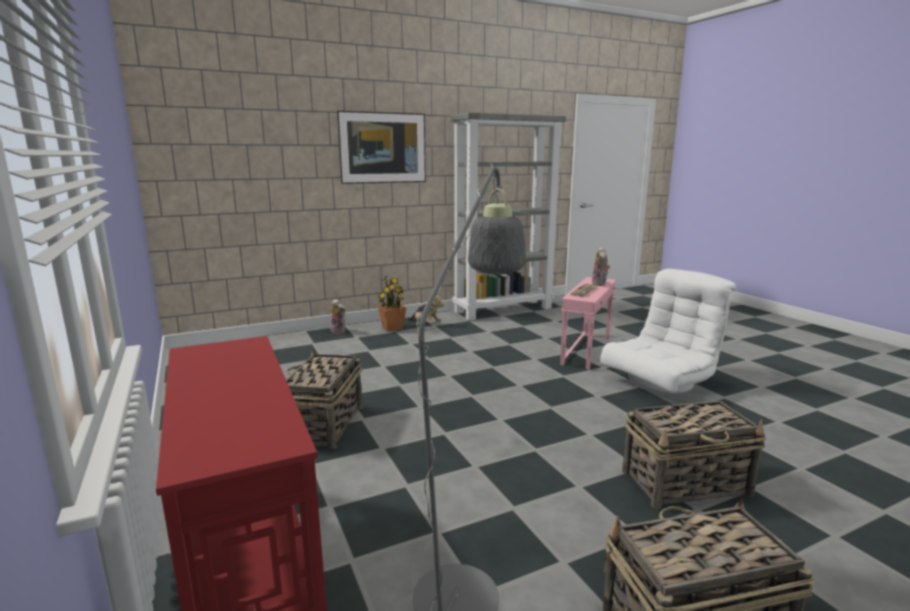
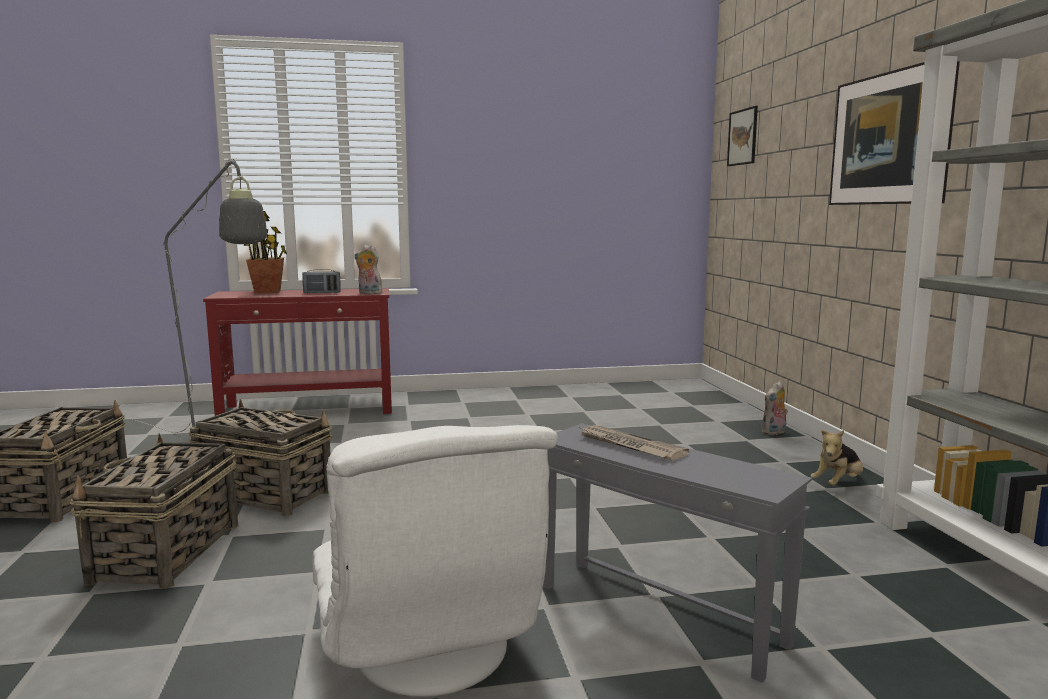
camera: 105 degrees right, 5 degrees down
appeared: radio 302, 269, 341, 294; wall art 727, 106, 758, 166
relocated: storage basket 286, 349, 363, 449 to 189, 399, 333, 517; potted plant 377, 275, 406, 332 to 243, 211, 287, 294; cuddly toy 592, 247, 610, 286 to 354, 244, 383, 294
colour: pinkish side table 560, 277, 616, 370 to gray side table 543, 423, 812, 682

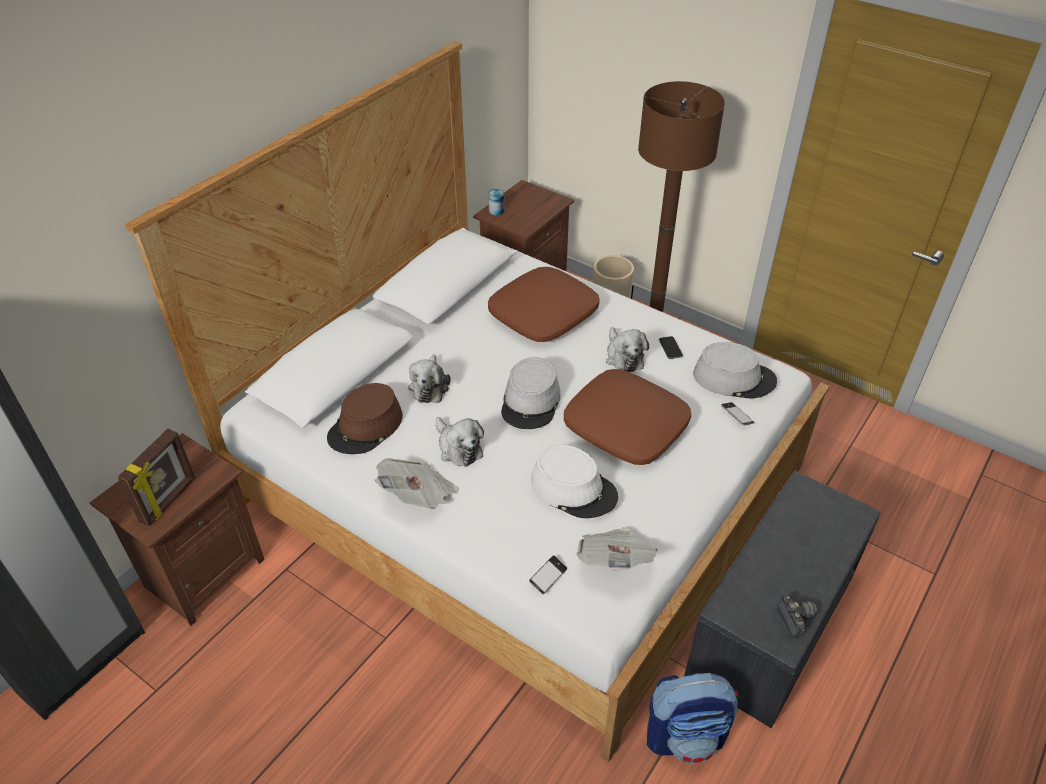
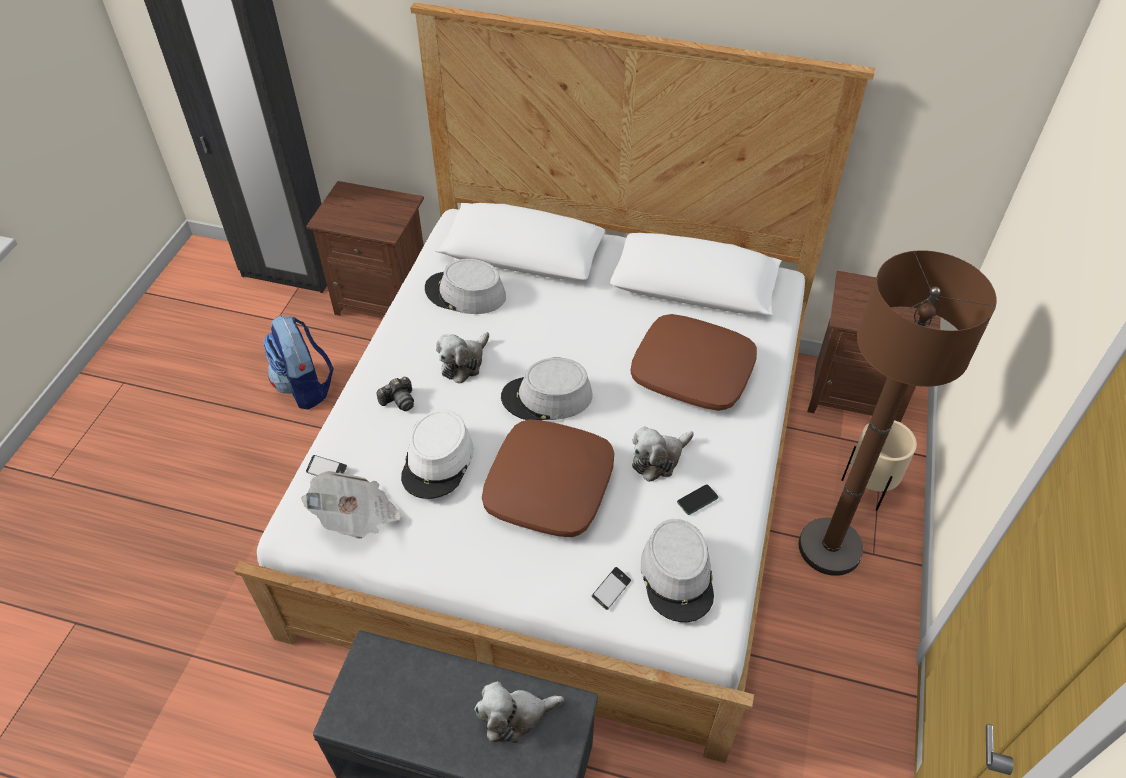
camera: 70 degrees right, 5 degrees up
missing: picture frame 118, 429, 195, 526; printed paper 375, 458, 459, 509; can 488, 189, 504, 215
relocated: cuddly toy 408, 354, 451, 403 to 474, 681, 564, 743; rucksack 647, 673, 738, 763 to 263, 315, 334, 410; still camera 778, 595, 818, 638 to 376, 377, 414, 411
colour: brown-coloured hat 327, 383, 403, 454 to gray hat 425, 259, 506, 314

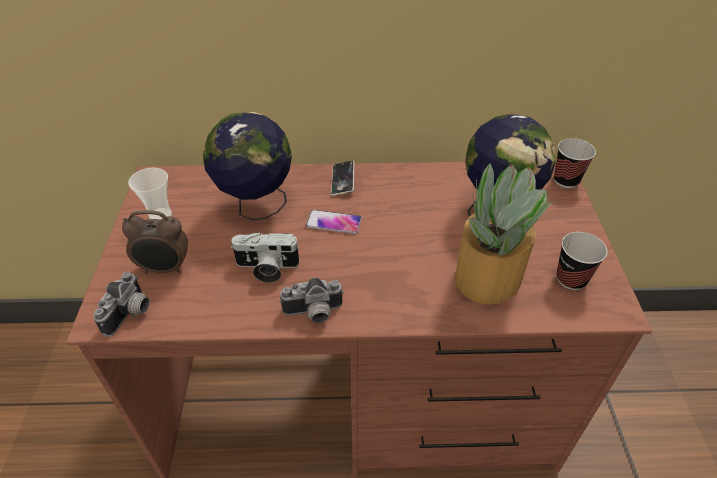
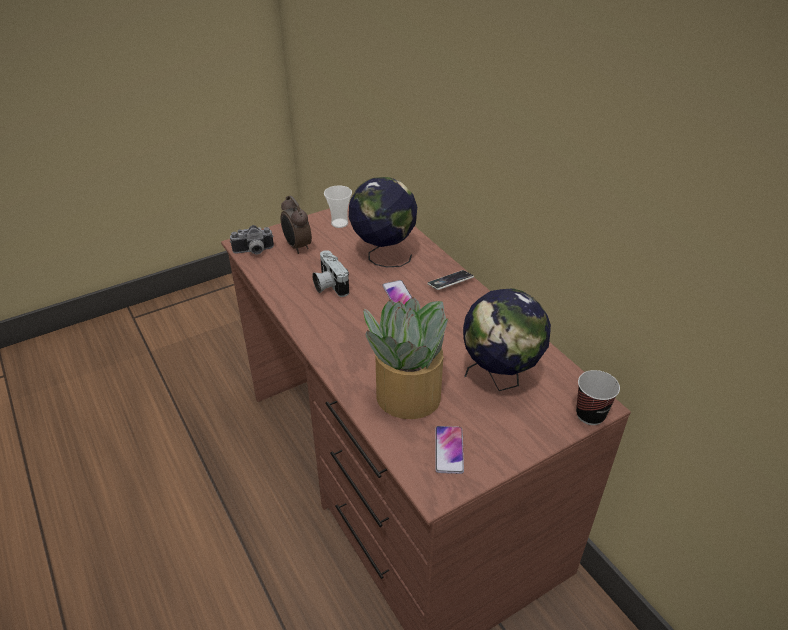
camera: 60 degrees right, 5 degrees down
missing: still camera 280, 277, 344, 323
exchanged: cup 556, 232, 607, 290 to handset 435, 426, 464, 474

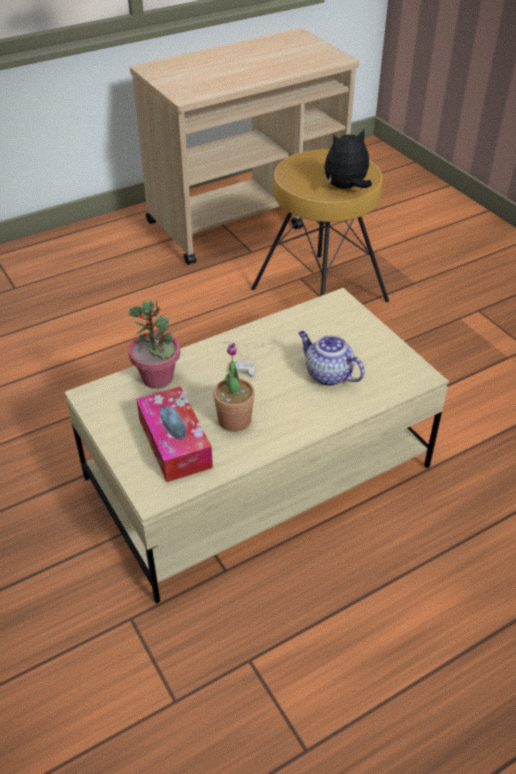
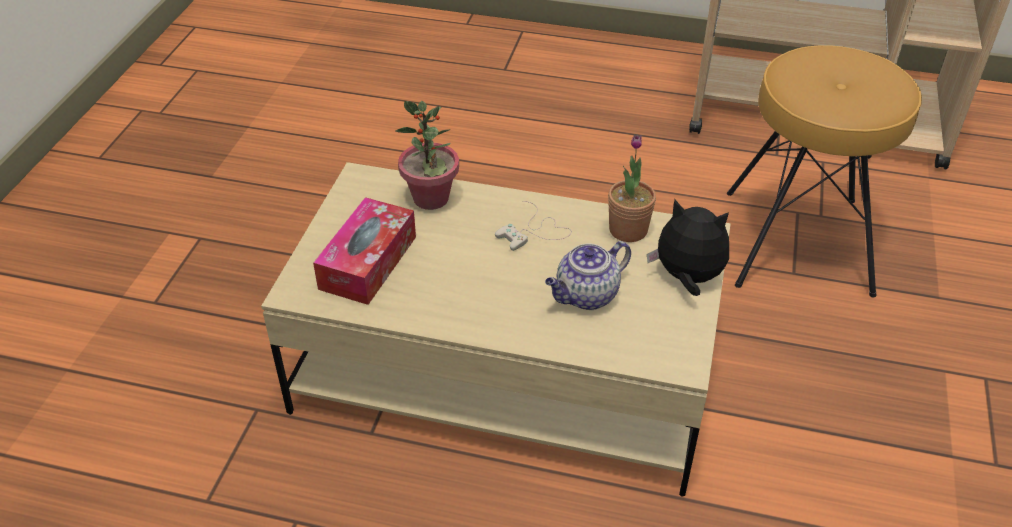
camera: 45 degrees right, 0 degrees up
relocated: potted plant 213, 343, 255, 432 to 608, 134, 656, 242; cuddly toy 324, 128, 372, 189 to 647, 199, 729, 296
spun: tea pot 298, 331, 365, 386 = 545, 241, 631, 310 120 degrees counterclockwise

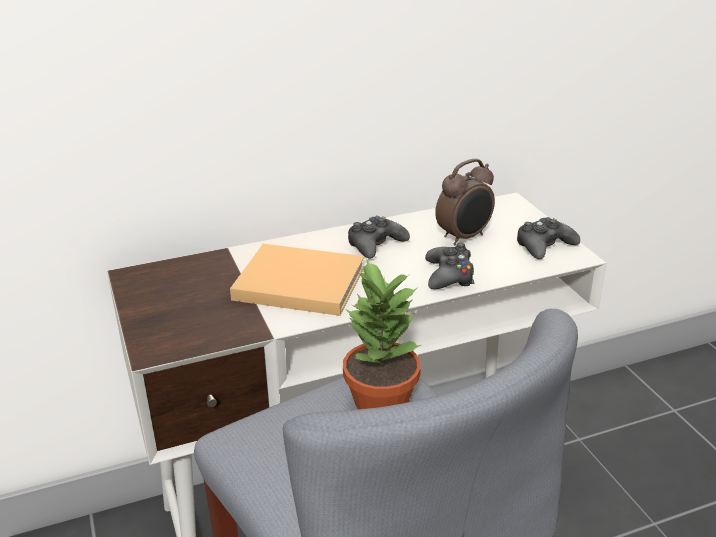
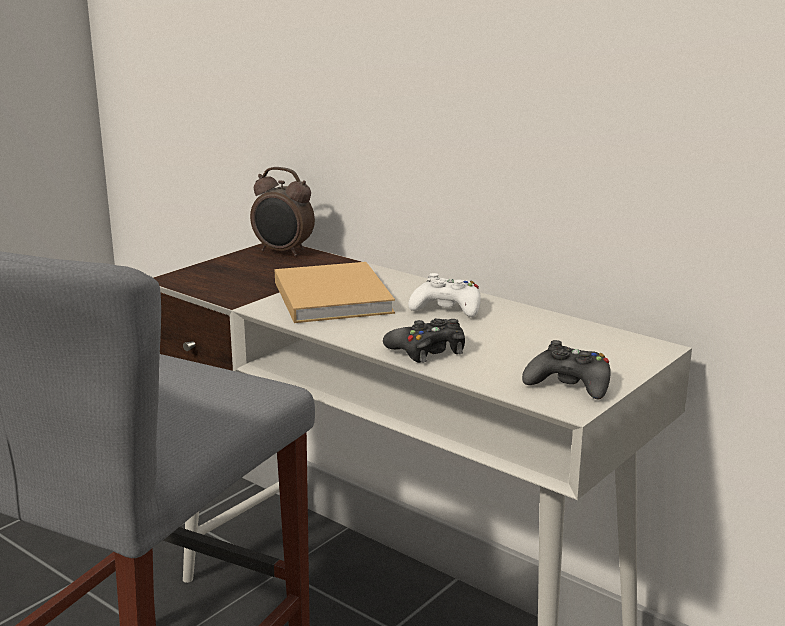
camera: 60 degrees right, 10 degrees down
missing: potted plant 343, 259, 421, 409
relocated: table clock 435, 159, 495, 246 to 250, 167, 315, 257
colour: black-coloured joypad 348, 216, 410, 259 to white-coloured joypad 408, 273, 481, 317

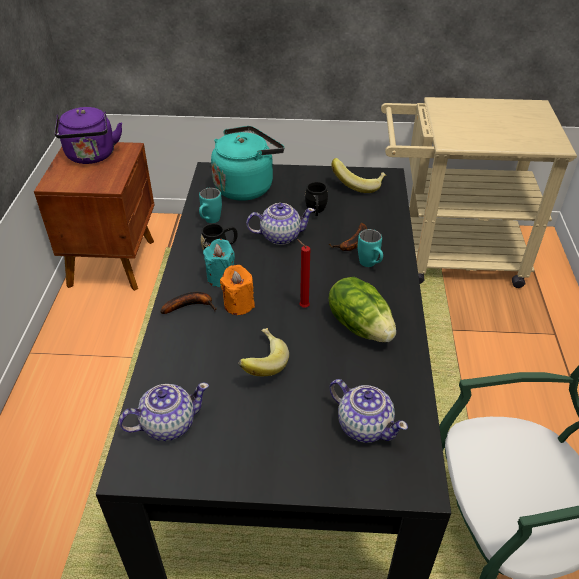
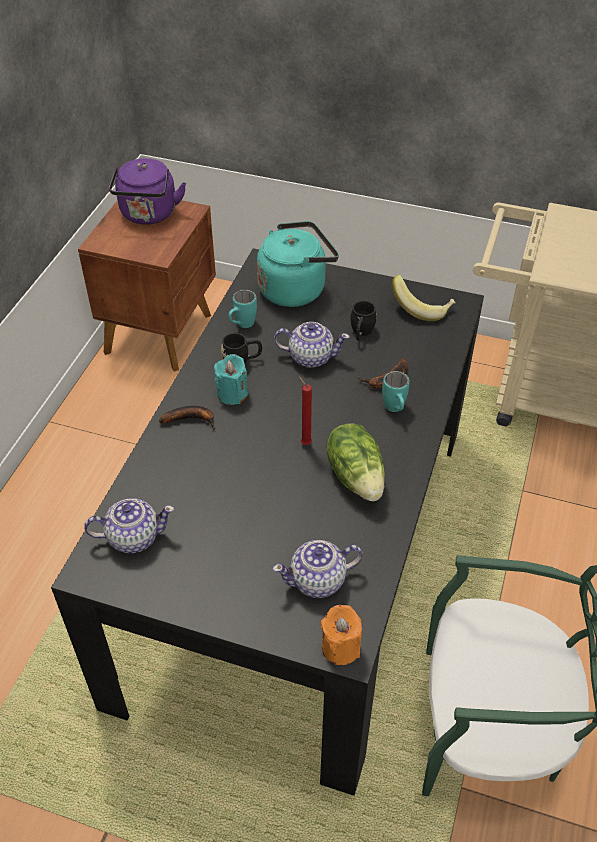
camera: 15 degrees right, 5 degrees up
missing: whole banana 239, 328, 289, 376
relocated: orange-coloured candle 220, 265, 255, 315 to 321, 605, 362, 665
spun: tea pot 329, 379, 408, 443 = 273, 540, 363, 598 105 degrees clockwise

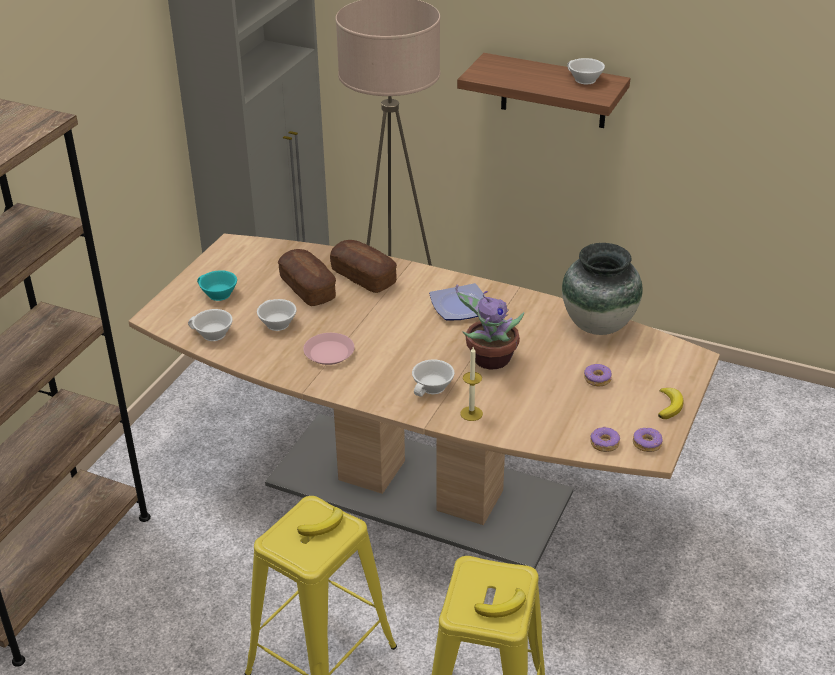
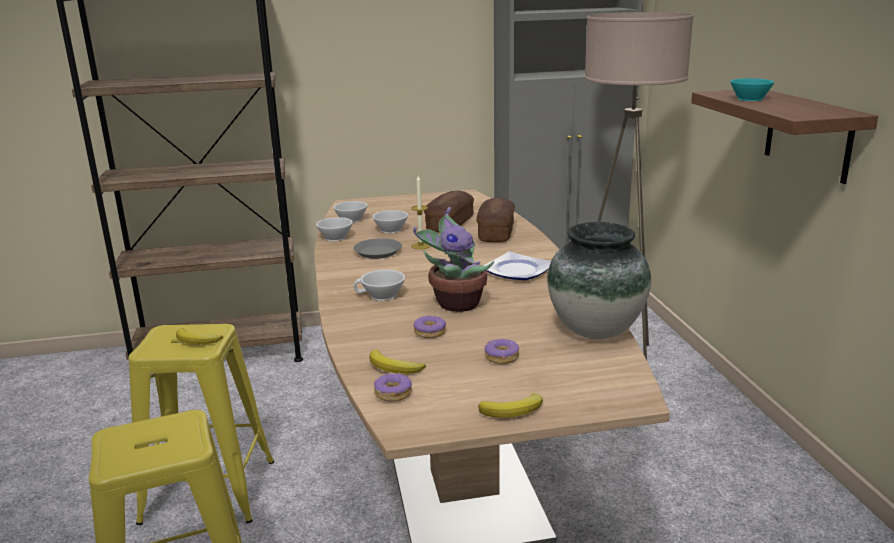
camera: 55 degrees right, 15 degrees down
relocated: blue-green cup 197, 270, 237, 301 to 730, 78, 774, 101; candle 460, 347, 483, 421 to 411, 175, 431, 249; whole banana 474, 588, 526, 618 to 369, 350, 426, 374; white-coloured cup 567, 58, 605, 84 to 316, 217, 353, 241; doughnut 633, 428, 663, 452 to 413, 316, 446, 338
colour: pinkish dinner plate 303, 333, 355, 365 to gray dinner plate 354, 238, 402, 259

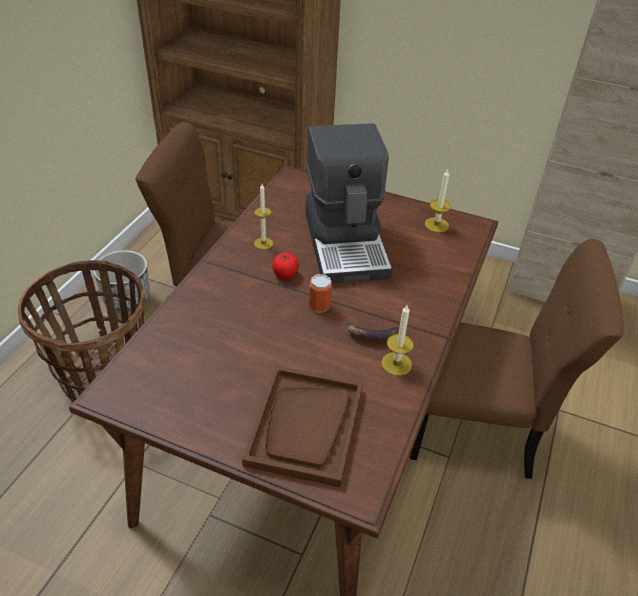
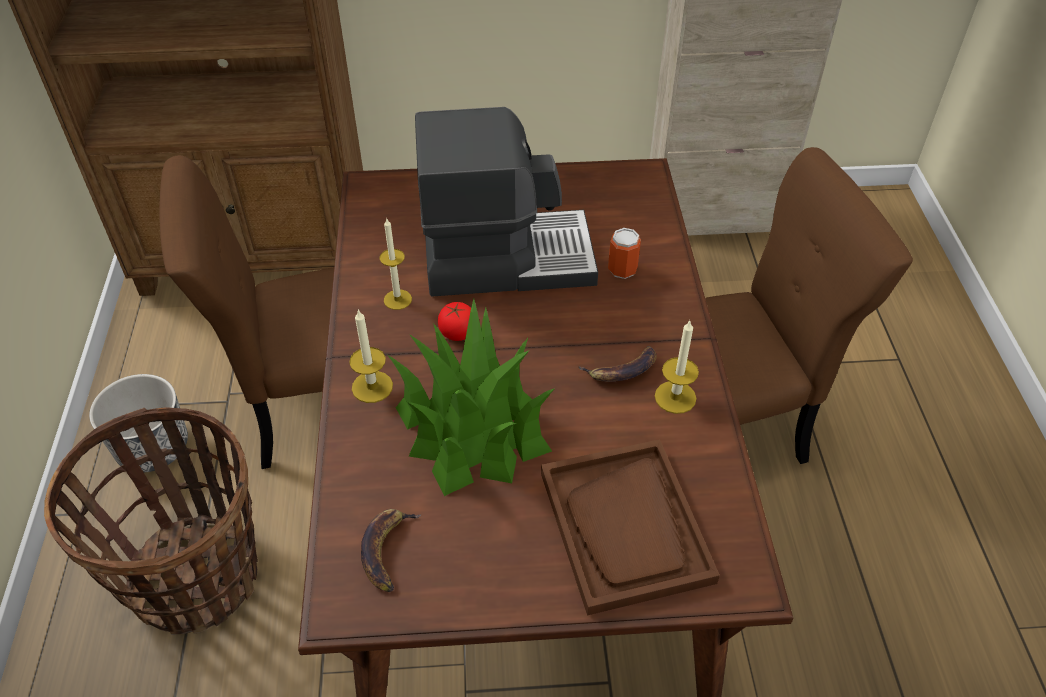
camera: 25 degrees left, 5 degrees up
appeared: whole banana 361, 509, 422, 592; potted plant 388, 299, 555, 496
relocated: can 309, 274, 332, 313 to 608, 228, 641, 279; candle 425, 170, 451, 233 to 349, 309, 393, 403
spun: coffee maker 306, 123, 392, 283 = 415, 107, 598, 296 60 degrees counterclockwise

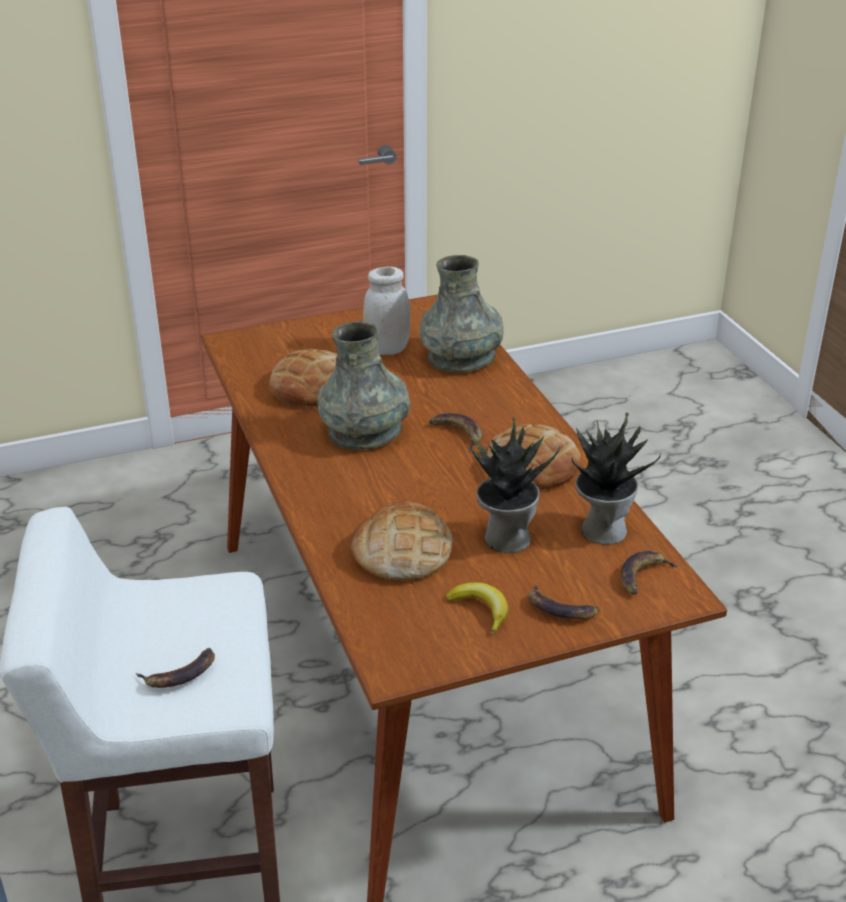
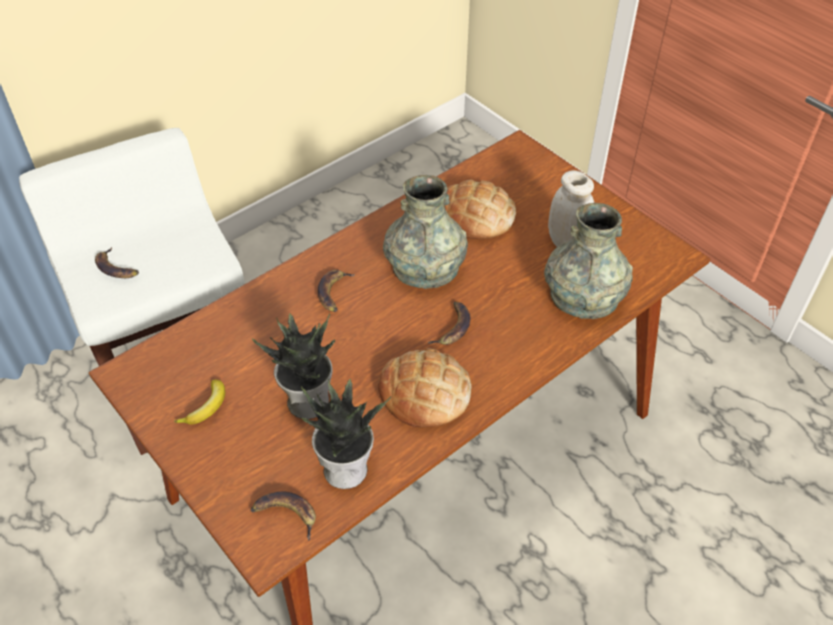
camera: 70 degrees right, 15 degrees up
missing: baked bread 350, 501, 453, 580
relocated: whole banana 528, 584, 599, 619 to 318, 270, 355, 312

